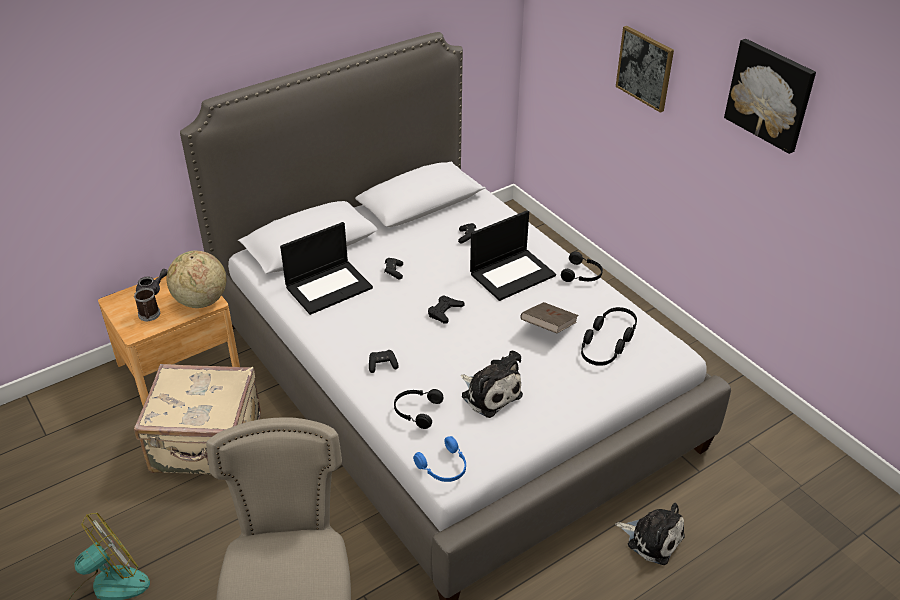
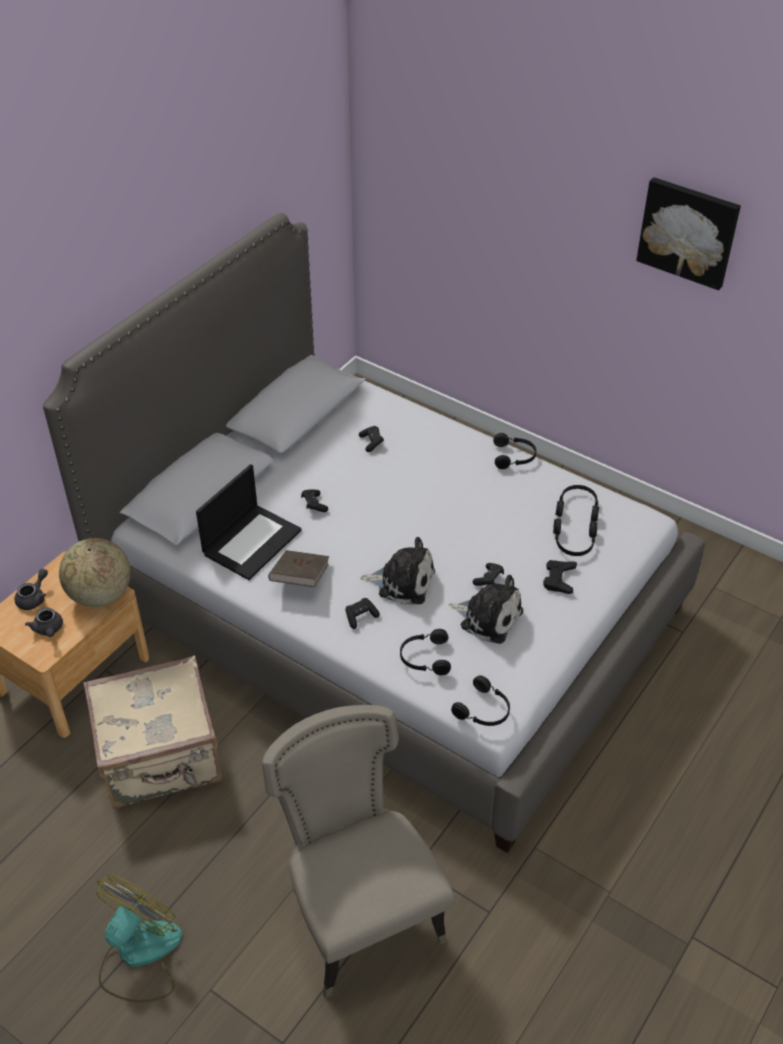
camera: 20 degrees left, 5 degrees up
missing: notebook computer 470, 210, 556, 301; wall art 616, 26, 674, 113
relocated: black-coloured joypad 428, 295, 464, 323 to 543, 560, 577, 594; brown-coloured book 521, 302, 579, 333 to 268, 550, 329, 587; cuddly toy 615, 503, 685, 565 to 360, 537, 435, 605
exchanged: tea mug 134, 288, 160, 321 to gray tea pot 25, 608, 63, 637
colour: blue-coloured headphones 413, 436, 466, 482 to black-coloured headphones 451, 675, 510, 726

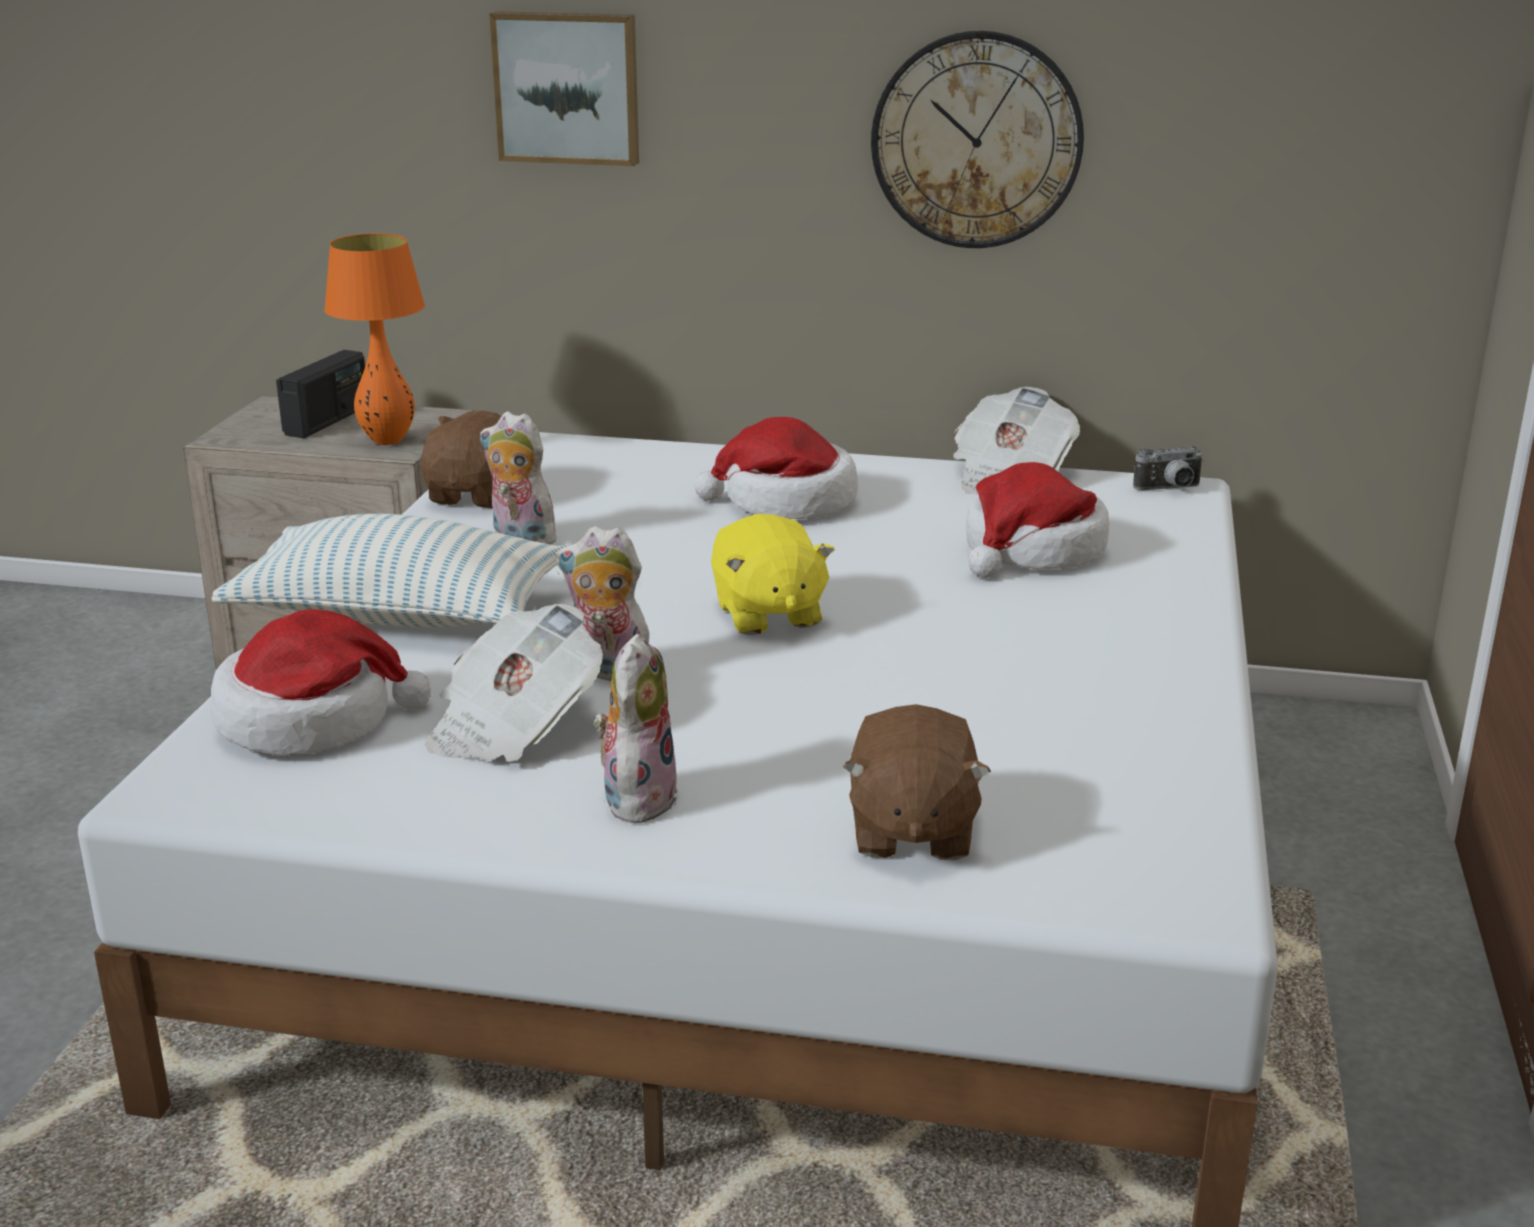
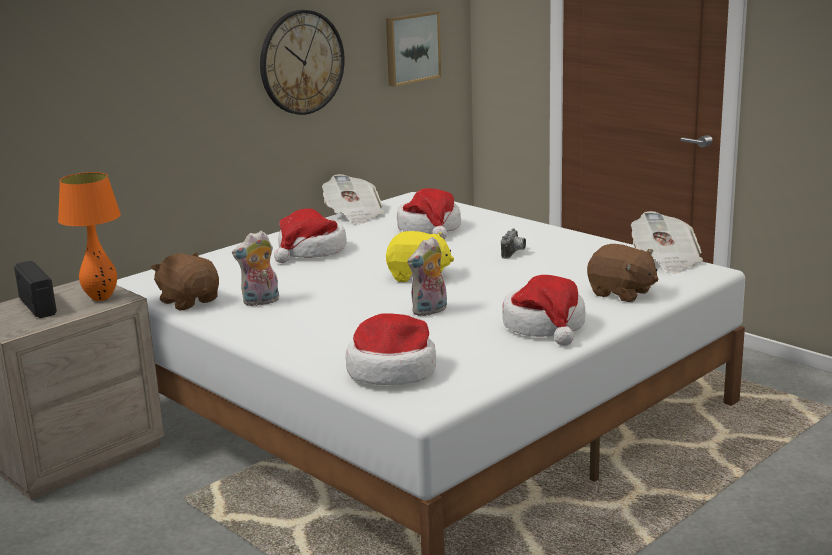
camera: 55 degrees left, 5 degrees down
missing: pillow 212, 514, 567, 627
relocated: printed paper 425, 604, 603, 762 to 631, 211, 703, 274; wall art 489, 11, 639, 166 to 386, 11, 441, 87; still camera 1133, 446, 1204, 490 to 501, 229, 526, 259
exchanged: cuddly toy 594, 633, 678, 825 to hat 502, 275, 586, 346

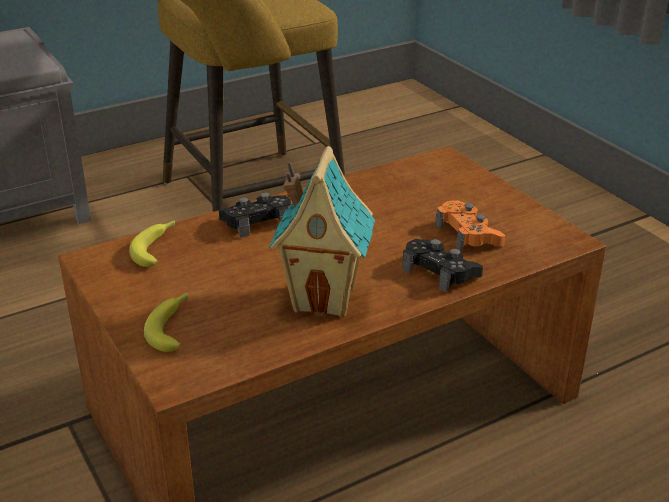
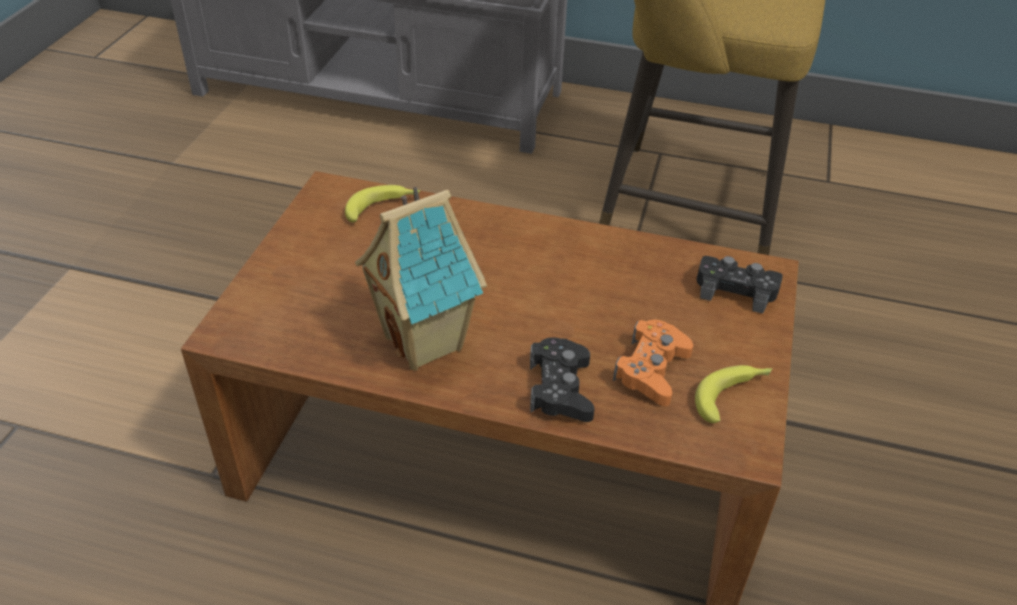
camera: 45 degrees right, 10 degrees up
relocated: whole banana 144, 292, 188, 352 to 695, 365, 772, 423; black-coloured joypad 219, 192, 291, 238 to 696, 256, 783, 314

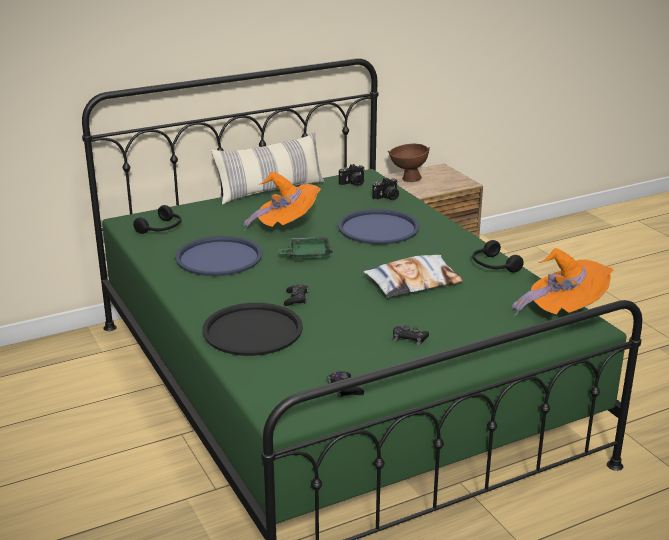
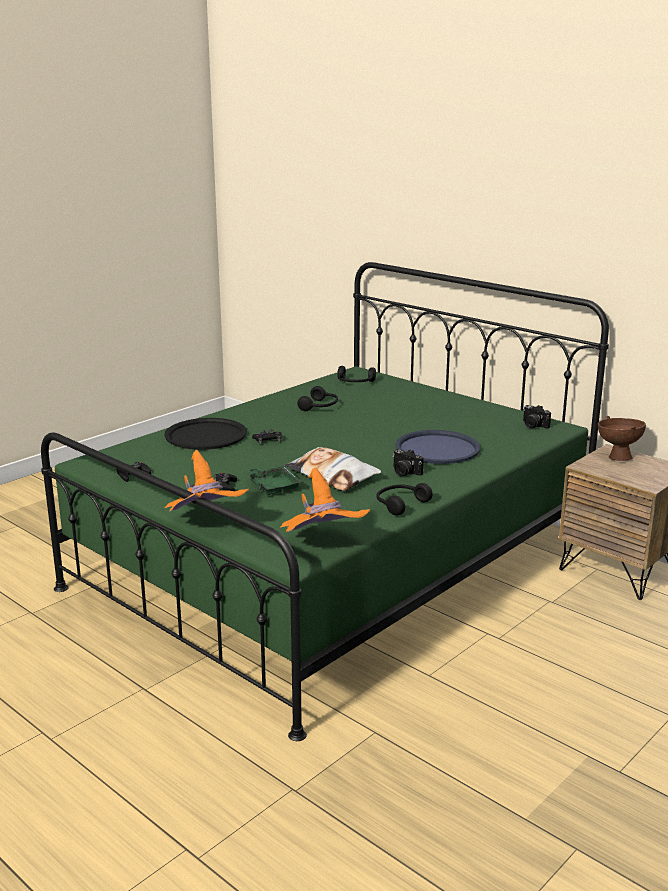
camera: 70 degrees right, 5 degrees down
missing: pillow 211, 132, 324, 204
relocated: orange-coloured hat 243, 172, 321, 230 to 165, 450, 249, 512; green-coloured carrying tray 279, 237, 333, 259 to 246, 466, 302, 495; still camera 372, 177, 399, 200 to 393, 449, 424, 476
exchanged: blue-coloured carrying tray 175, 236, 262, 276 to black-coloured headphones 297, 386, 338, 411

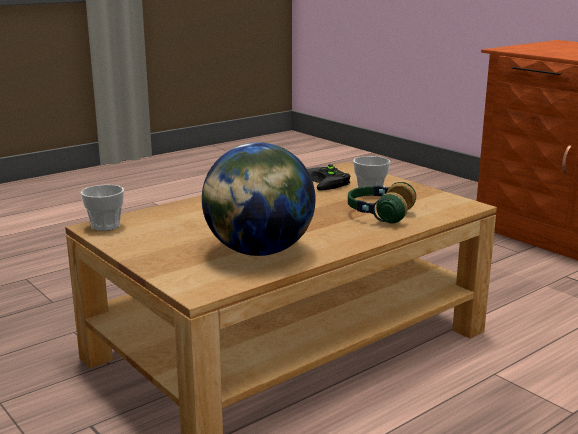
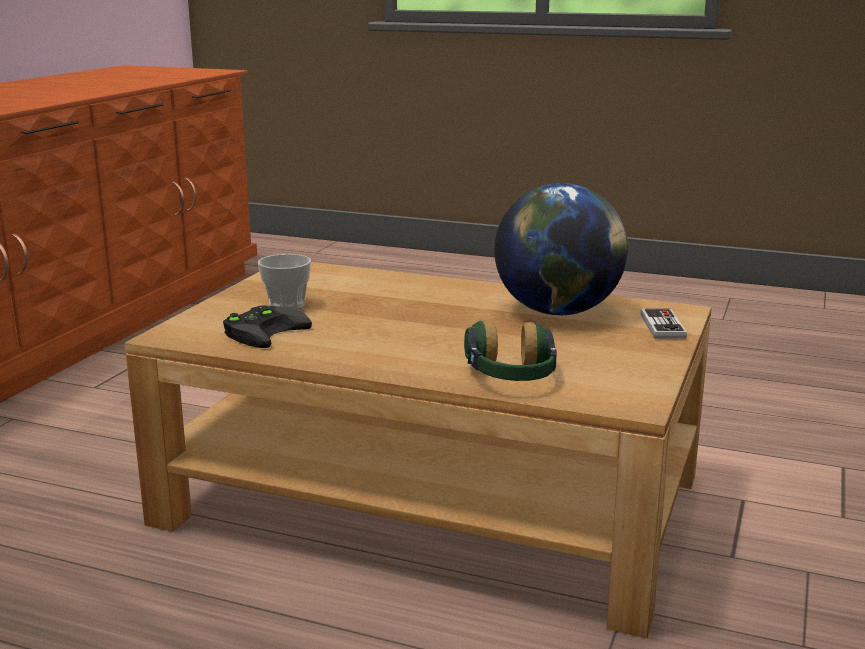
camera: 120 degrees left, 0 degrees up
missing: cup 81, 185, 124, 231
appeared: joypad 640, 309, 687, 339
relocated: headphones 348, 182, 416, 223 to 464, 320, 557, 381

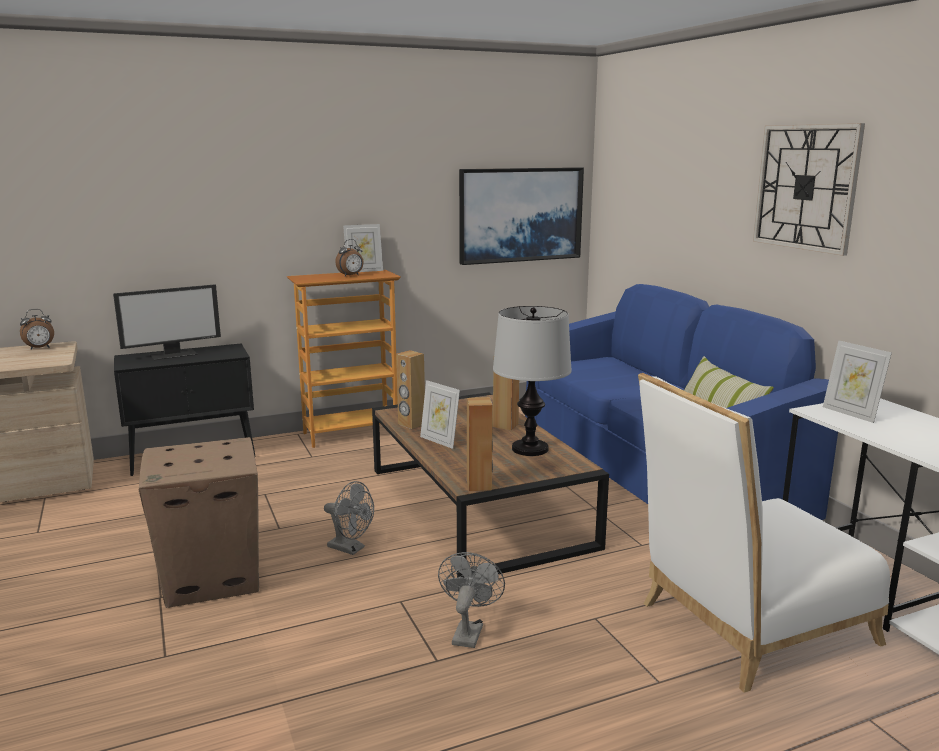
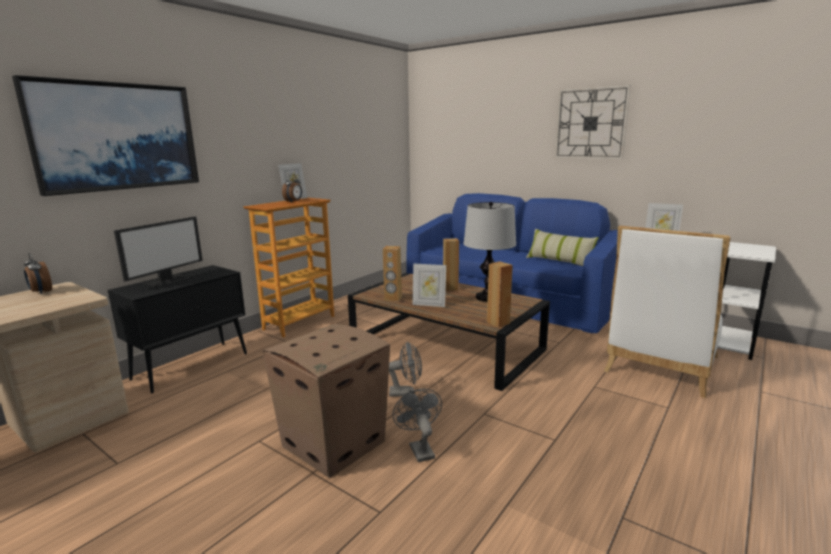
camera: 30 degrees left, 0 degrees up
relocated: gray electric fan 438, 552, 505, 648 to 392, 389, 442, 462; wall art 459, 167, 584, 265 to 12, 75, 199, 196
spun: table clock 20, 309, 54, 350 = 24, 253, 52, 294 105 degrees clockwise

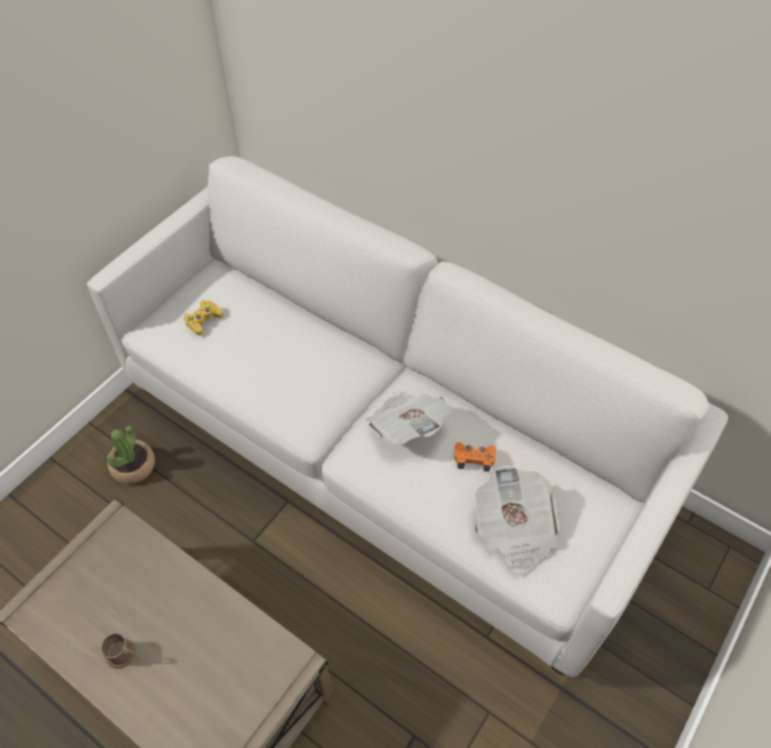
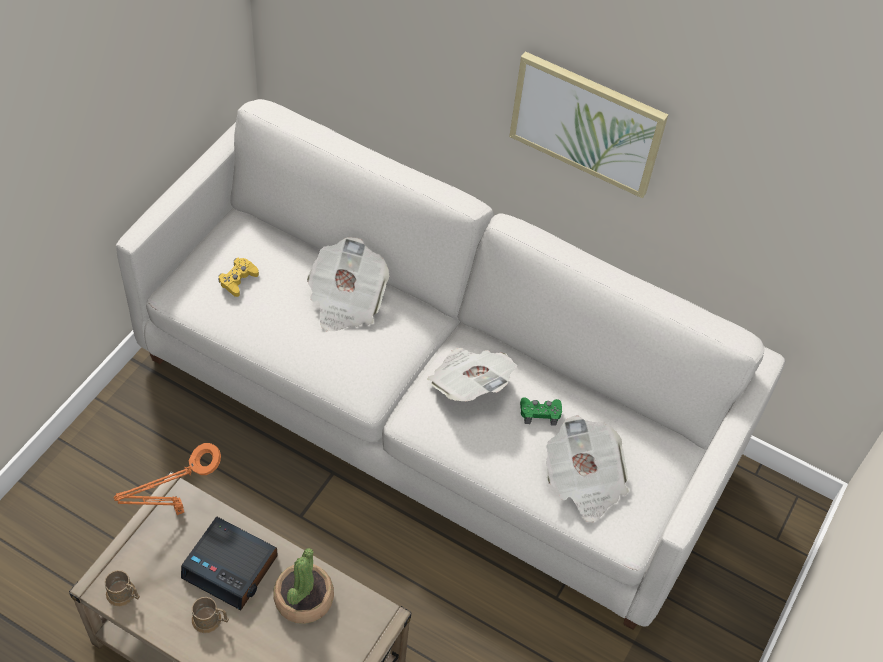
camera: 10 degrees left, 0 degrees up
appeared: brown-coloured tea mug 104, 570, 140, 606; orange-coloured table lamp 113, 443, 221, 515; table clock 181, 517, 278, 610; printed paper 307, 237, 389, 331; wall art 509, 51, 668, 198
relocated: potted plant 107, 426, 155, 484 to 273, 548, 334, 624
colour: orange-coloured joypad 454, 442, 496, 472 to green-coloured joypad 520, 398, 562, 426

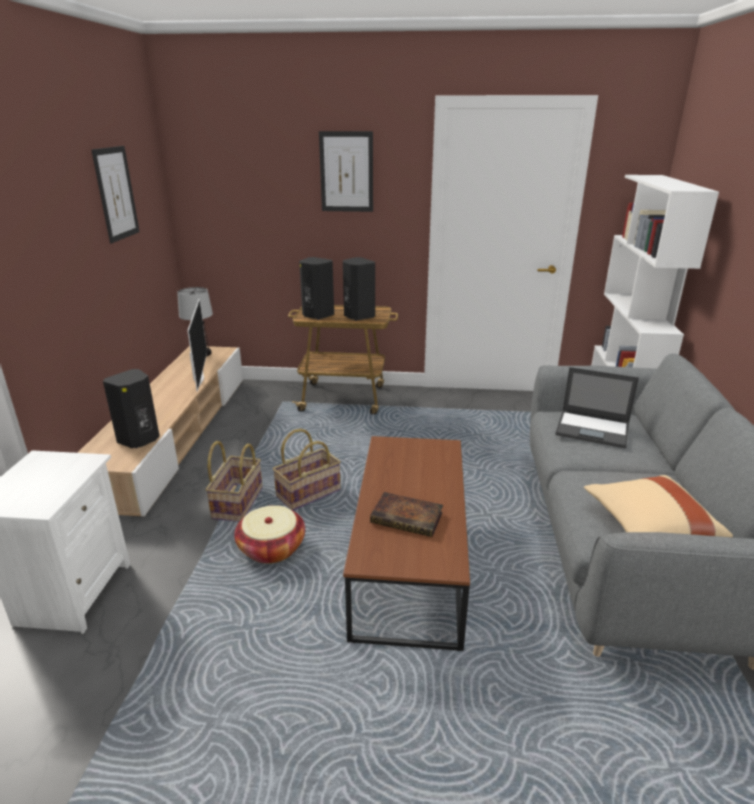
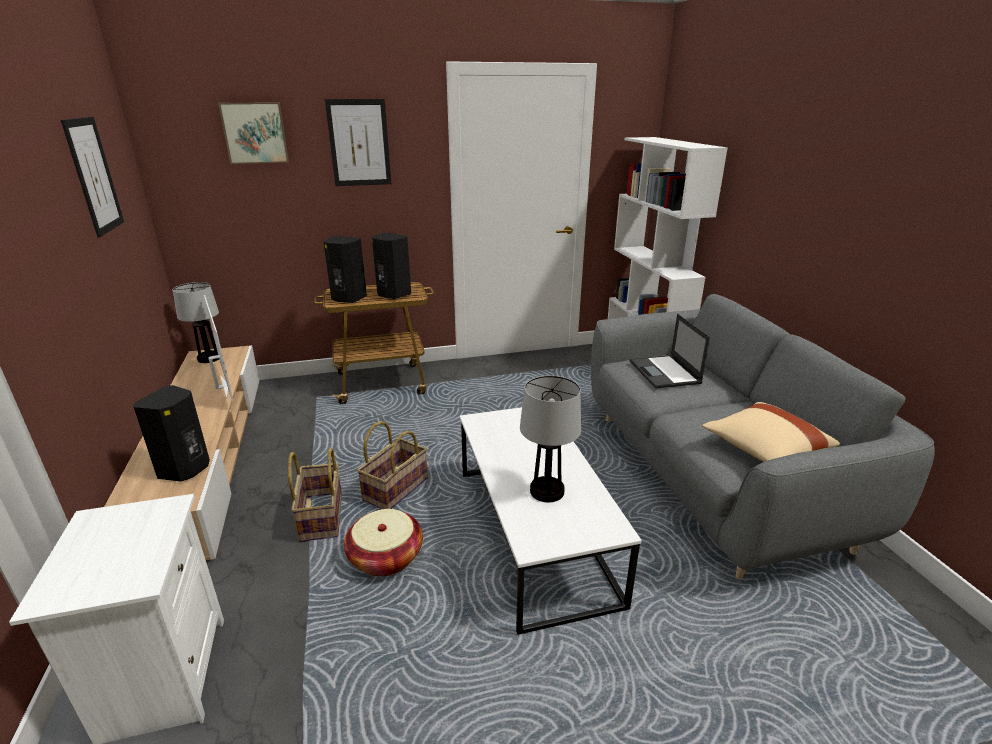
camera: 20 degrees left, 0 degrees up
appeared: wall art 218, 103, 289, 164
exchanged: book 370, 492, 443, 537 to table lamp 520, 375, 581, 502
colour: brown-coloured coffee table 343, 436, 470, 651 to white-coloured coffee table 460, 407, 641, 635
spun: notebook computer 555, 367, 639, 449 = 630, 314, 710, 388 75 degrees clockwise

